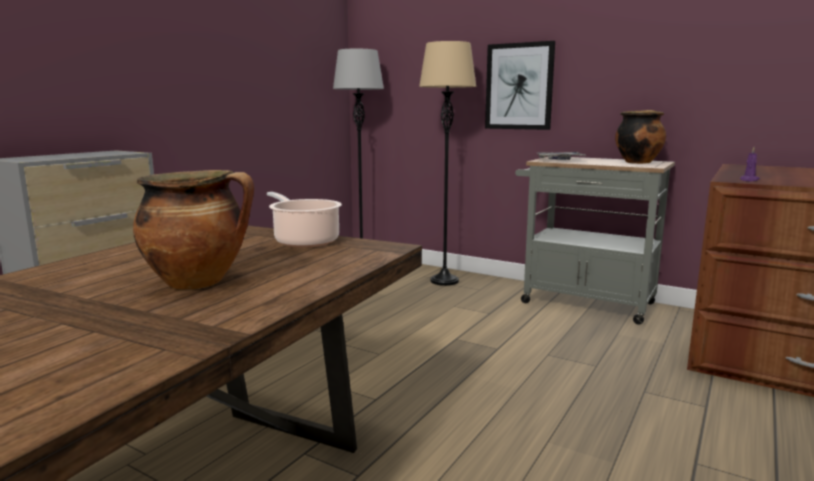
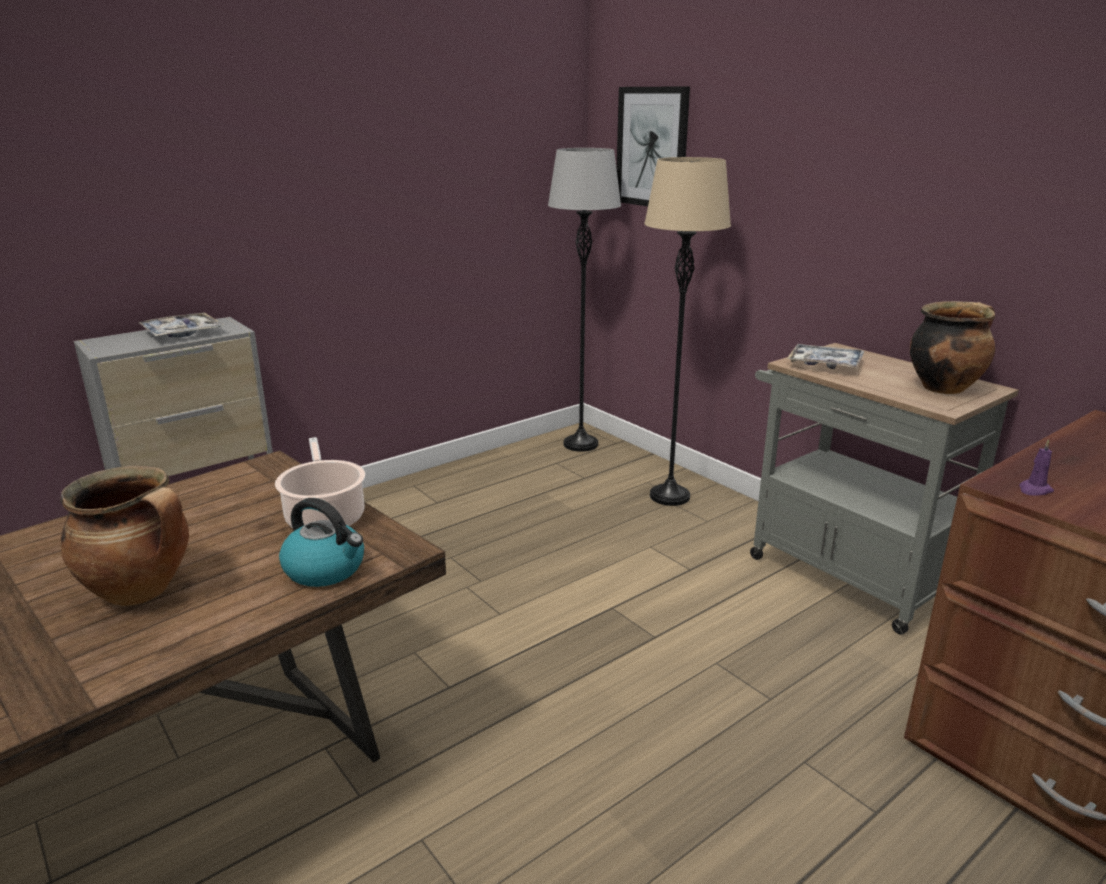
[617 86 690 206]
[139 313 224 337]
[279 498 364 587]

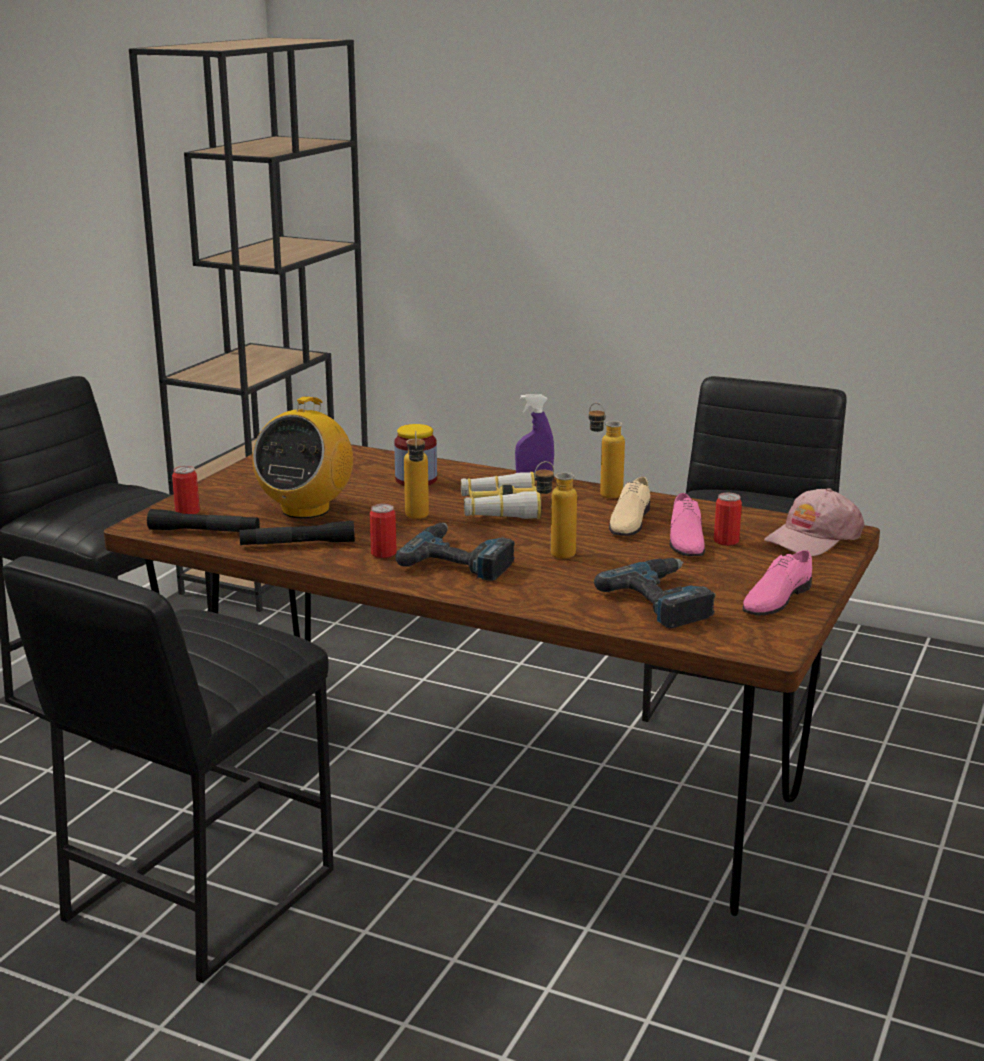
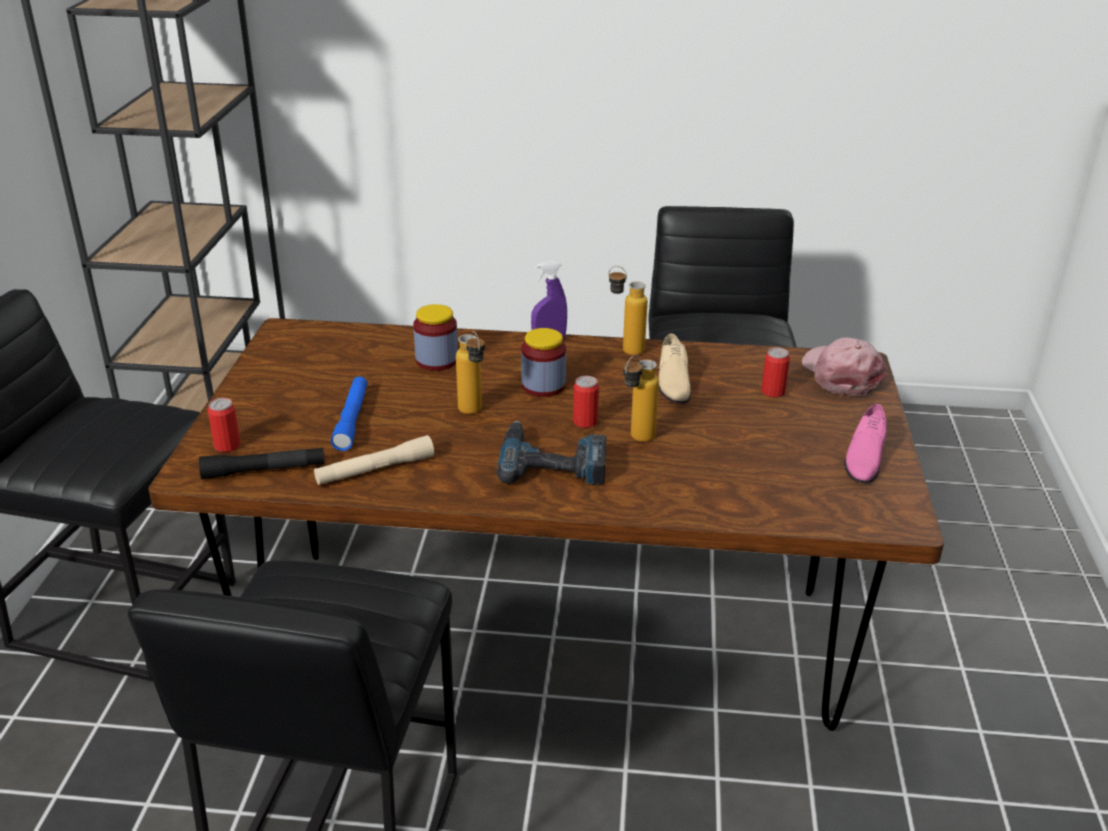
[331 376 368 451]
[521 328 566 397]
[802 337 887 396]
[670 493 705 556] (first image)
[573 376 599 428]
[314 435 434 485]
[594 558 716 628] (first image)

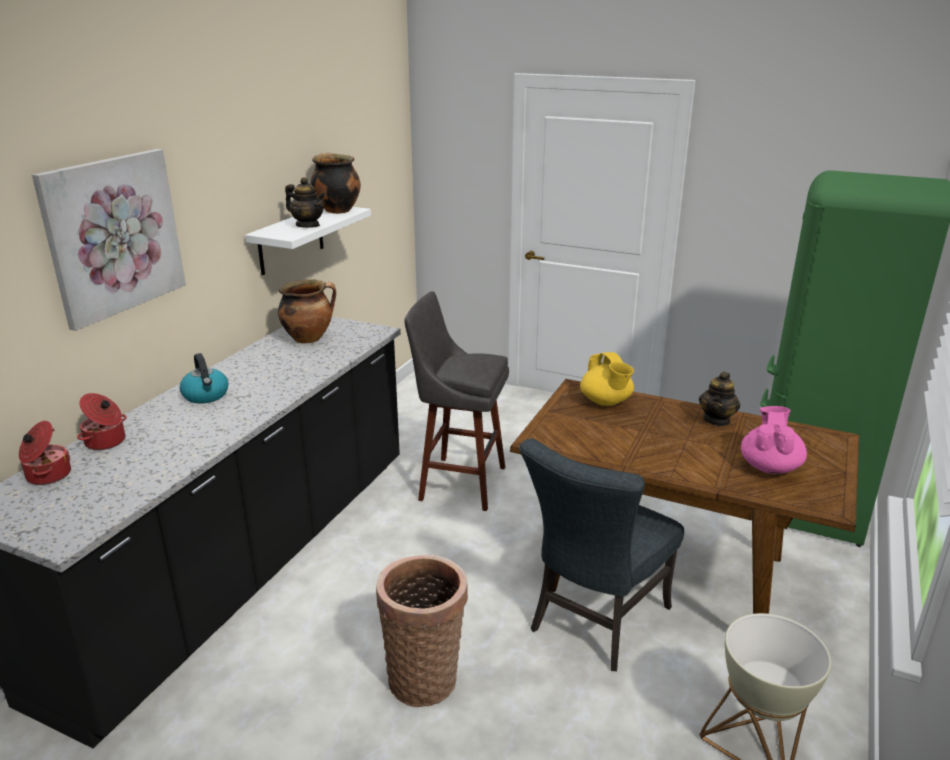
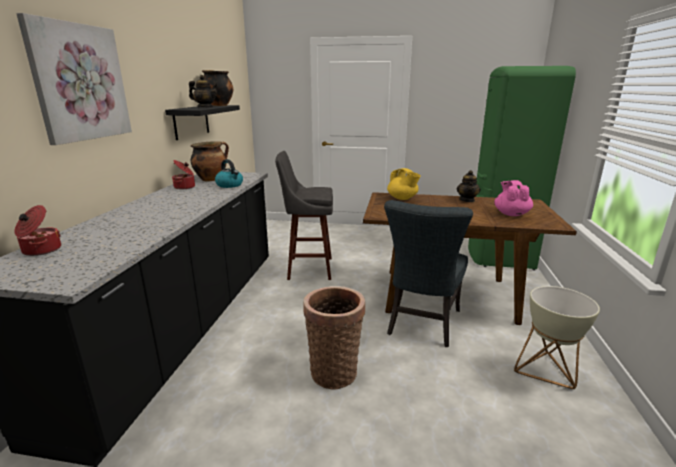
[165 105 240 140]
[215 159 243 188]
[172 160 195 189]

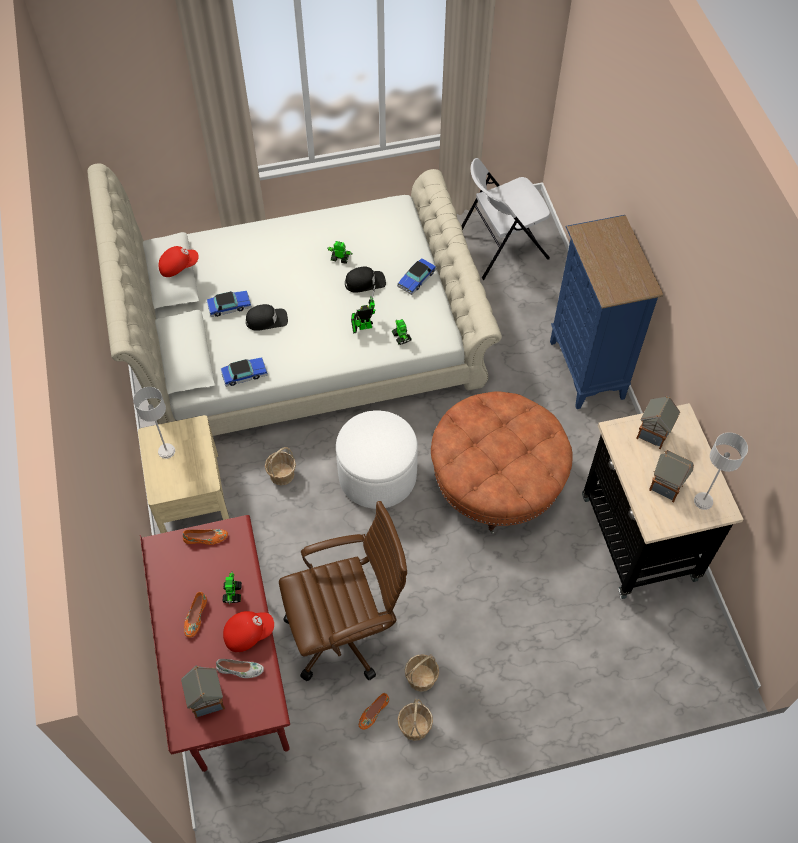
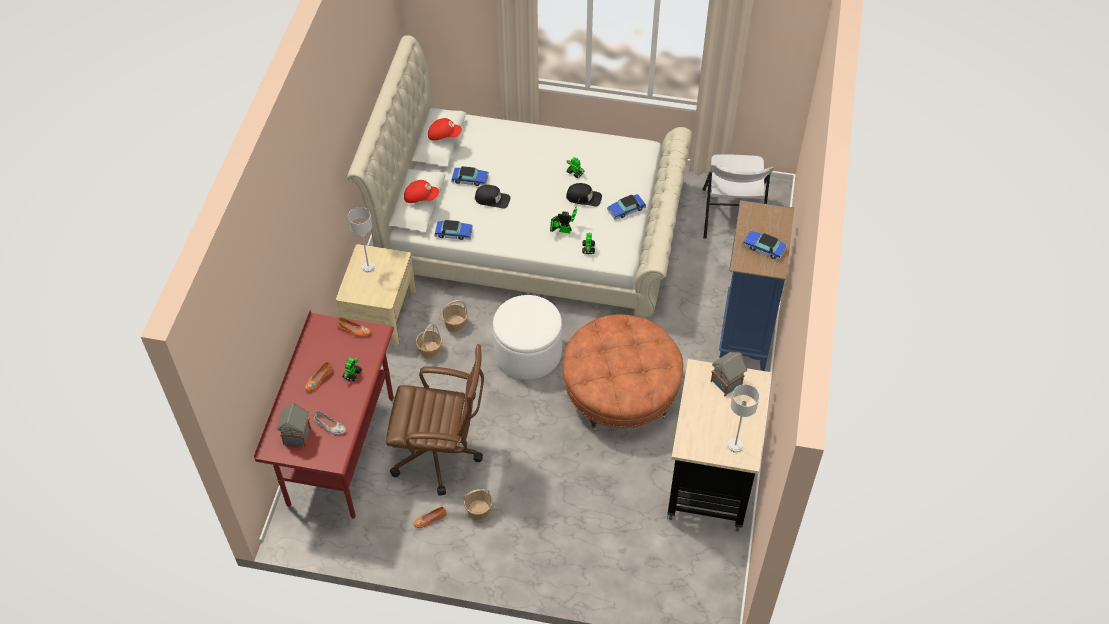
[702 154 774 238]
[649 450 694 502] (first image)
[404 180 439 203]
[416 324 442 360]
[743 231 787 260]

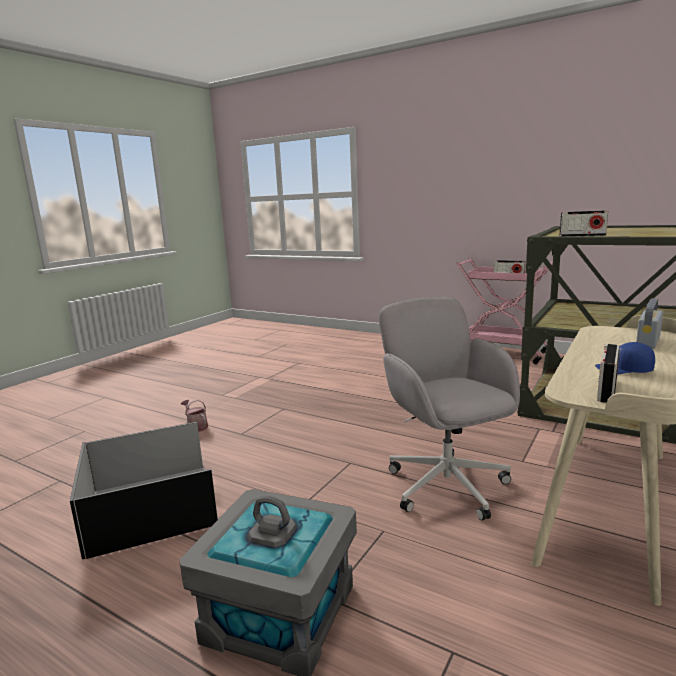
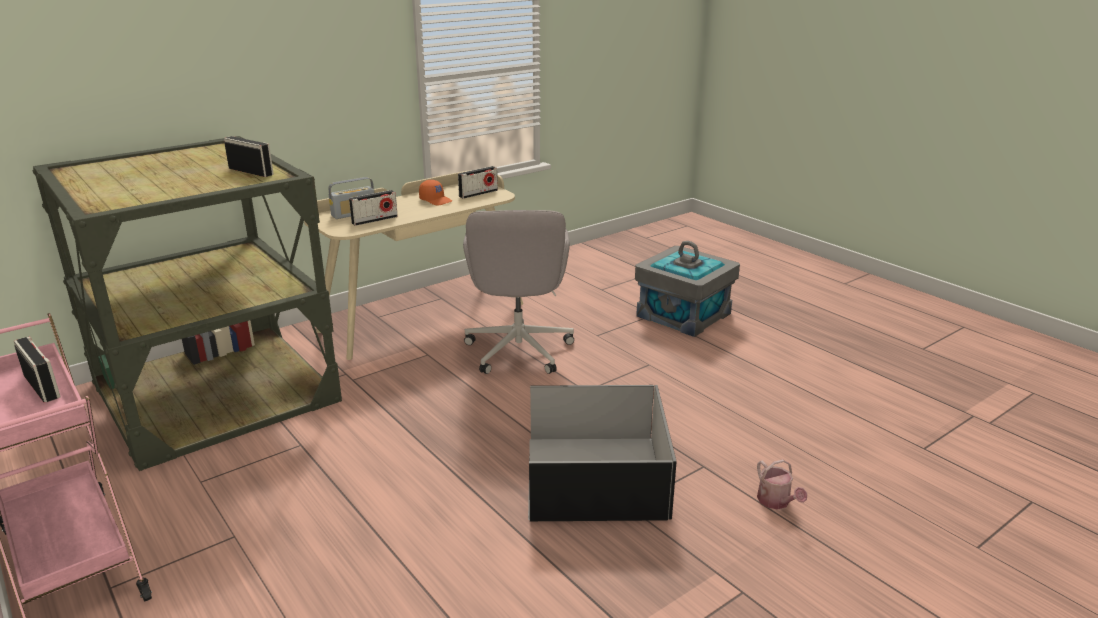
[419 180 452 205]
[528 385 677 521]
[349 190 398 226]

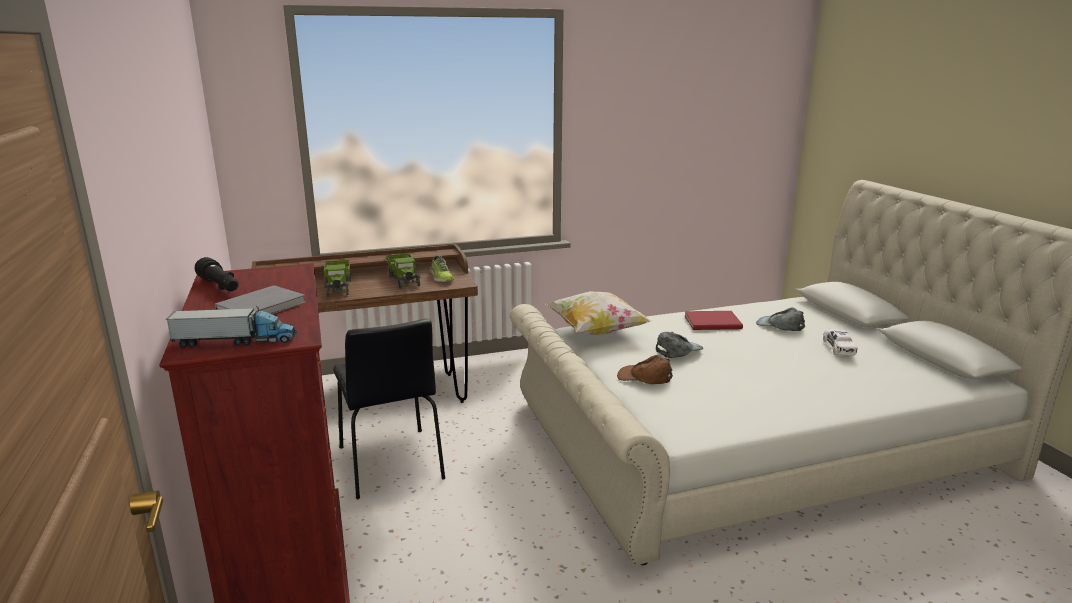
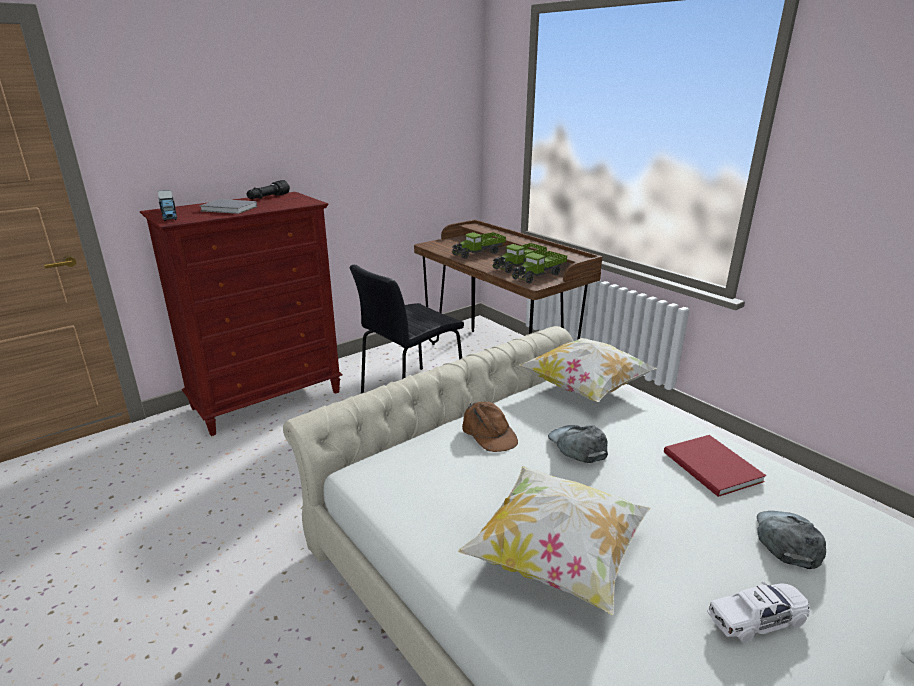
[512 251 567 284]
[548 425 608 463]
[462 402 518 452]
[458 466 651 615]

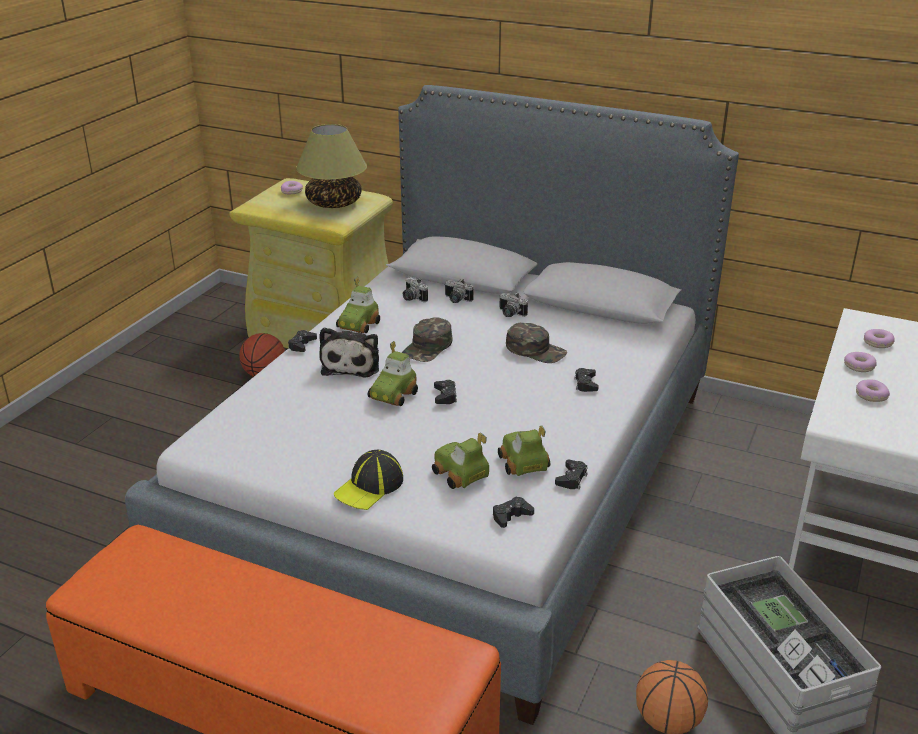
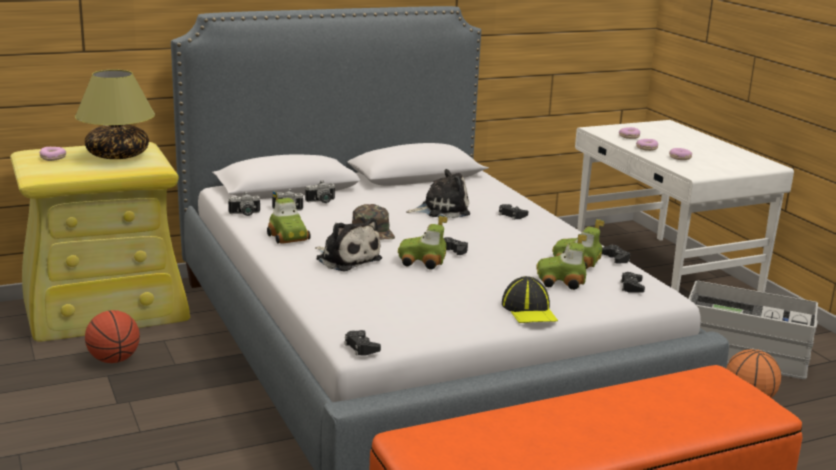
[228 192 260 216]
[407 169 470 218]
[344 330 381 356]
[398 216 448 269]

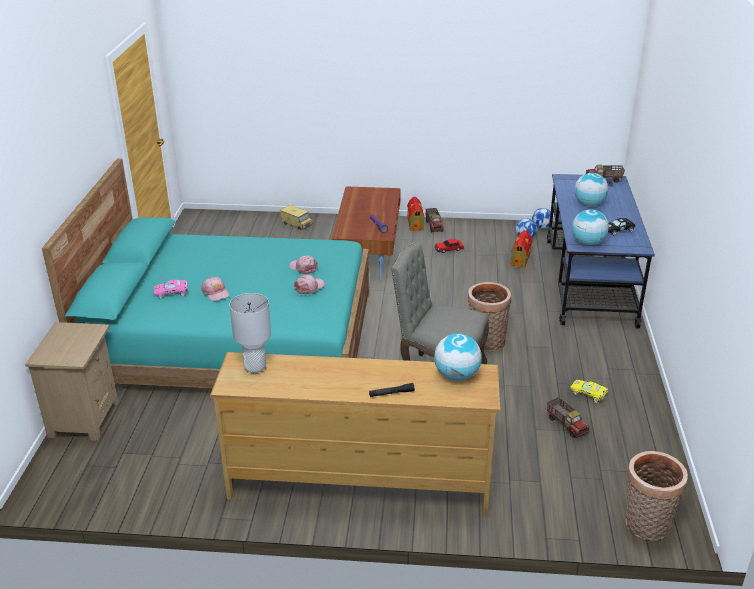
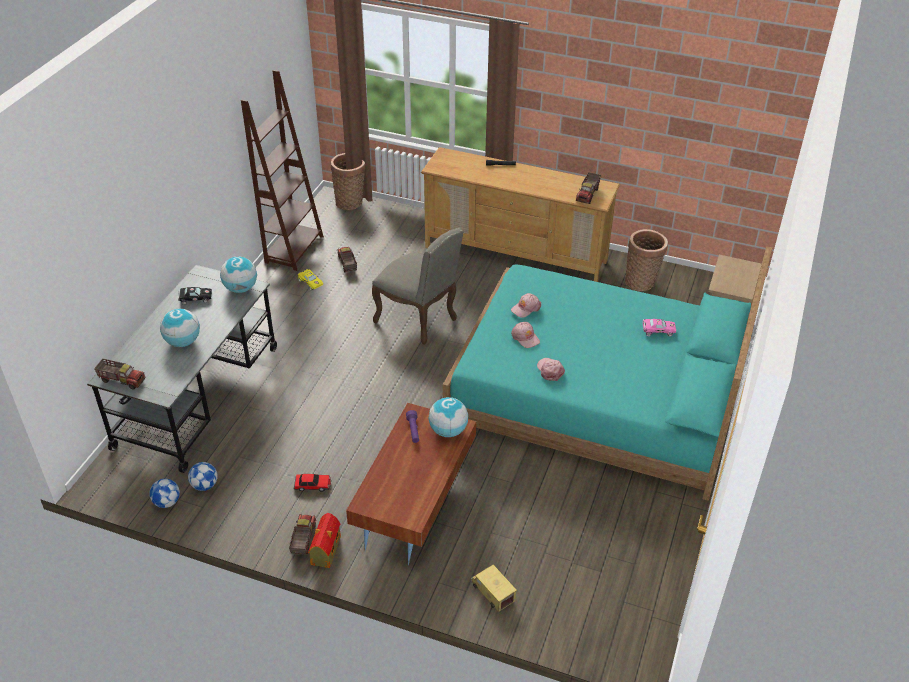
[87 265 277 473]
[510 230 532 268] (first image)
[537 358 565 381]
[625 229 668 291]
[576 172 601 204]
[428 397 468 437]
[241 70 324 271]

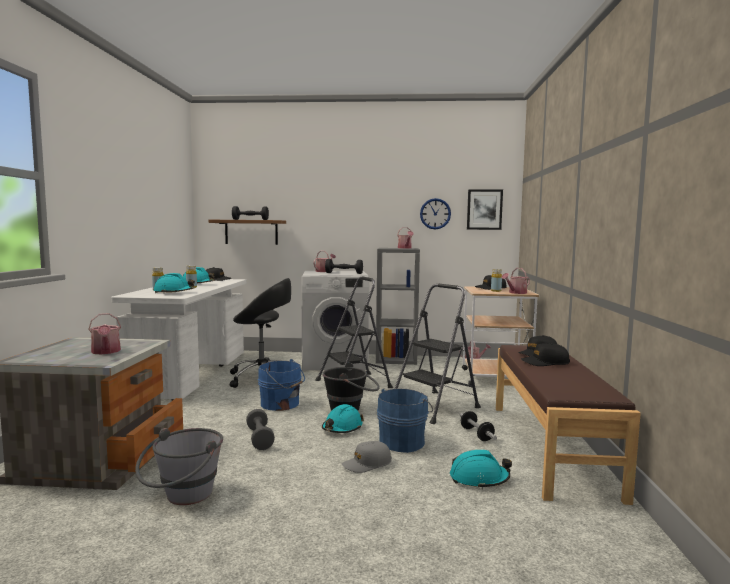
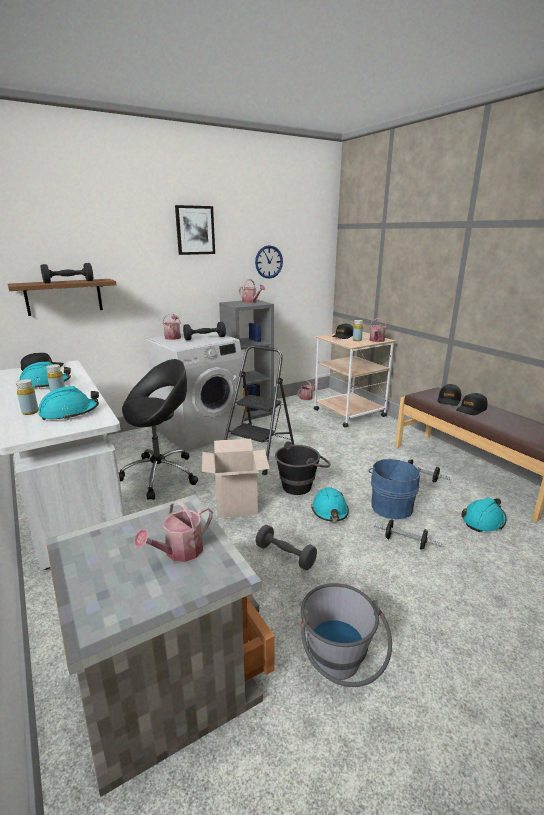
[175 205 215 255]
[395 284 481 424] (first image)
[134 500 213 562]
[202 439 270 518]
[374 520 441 550]

